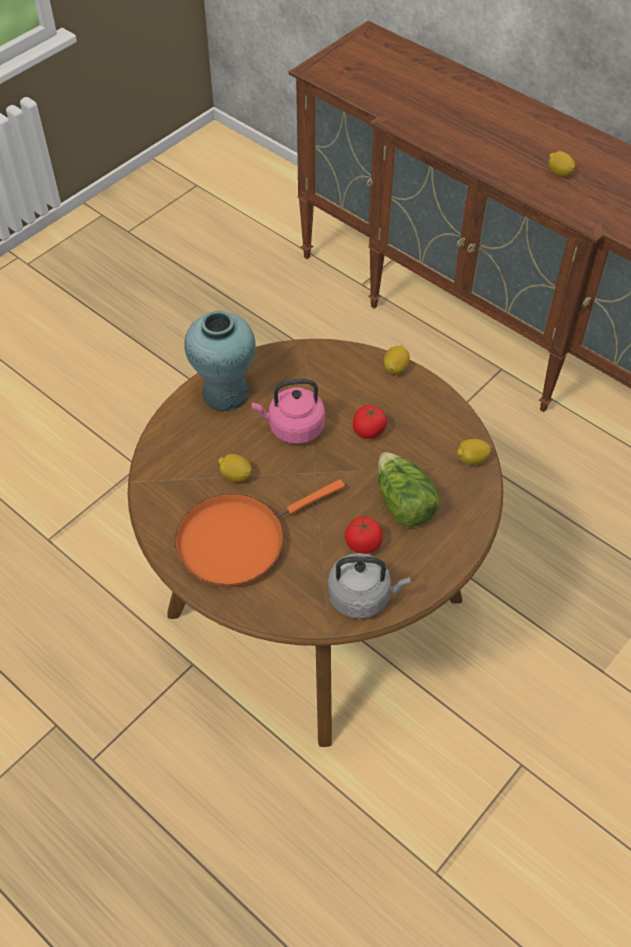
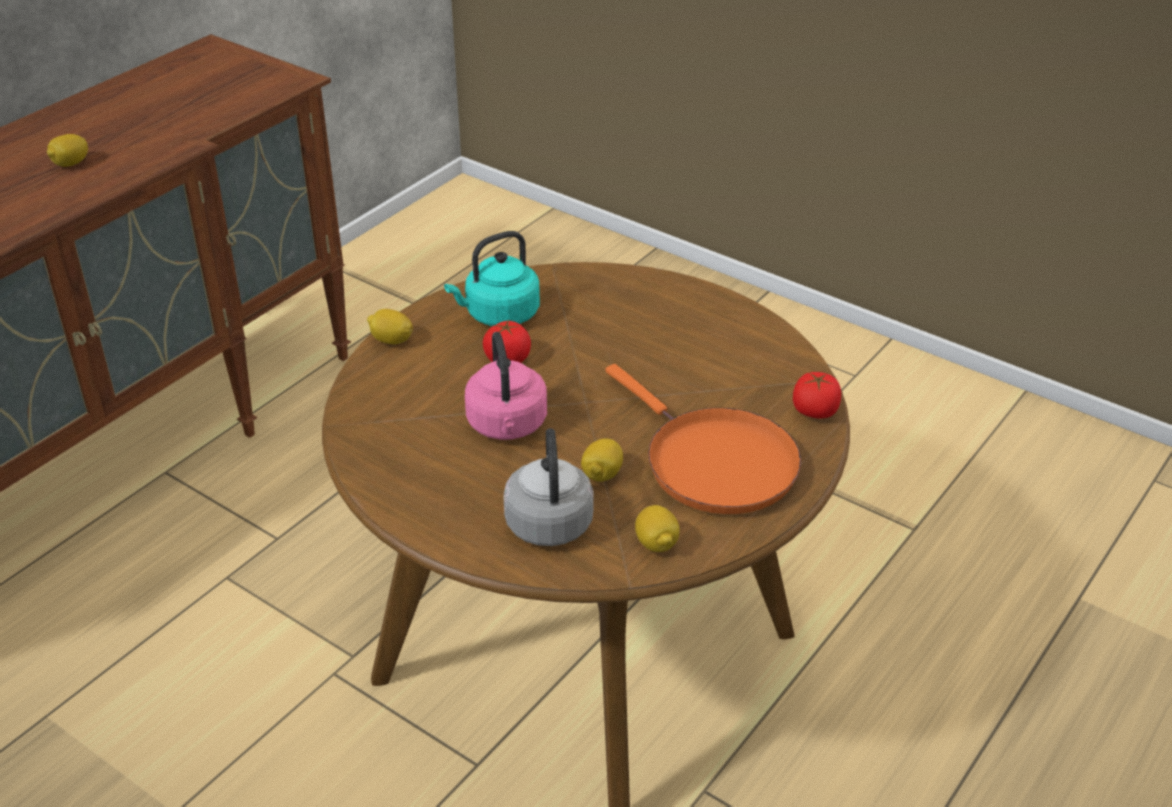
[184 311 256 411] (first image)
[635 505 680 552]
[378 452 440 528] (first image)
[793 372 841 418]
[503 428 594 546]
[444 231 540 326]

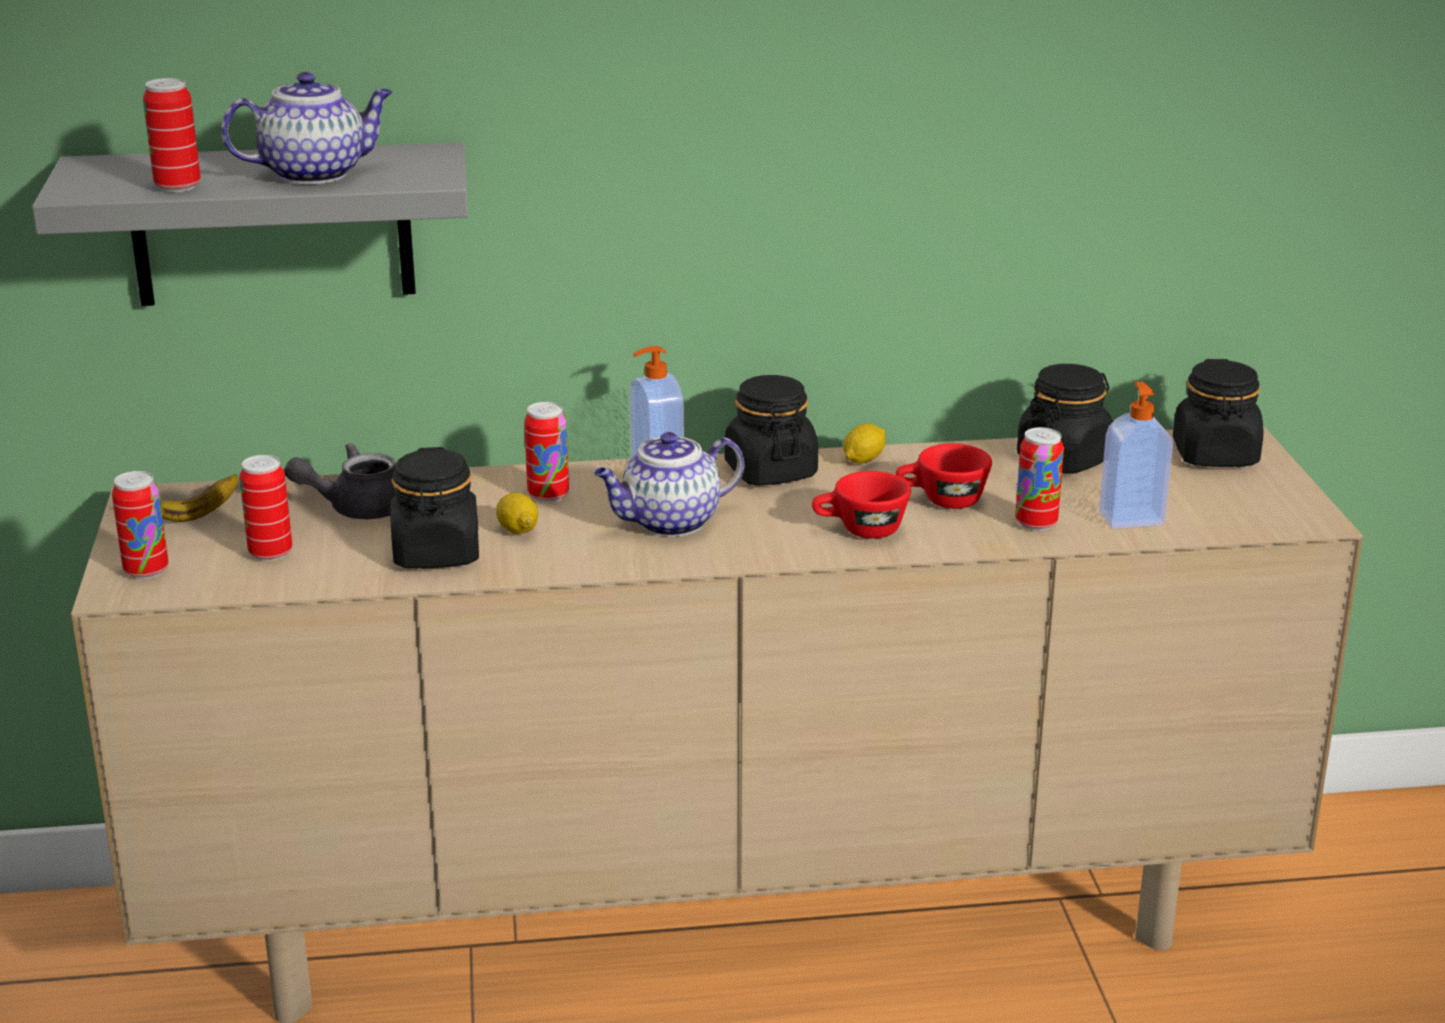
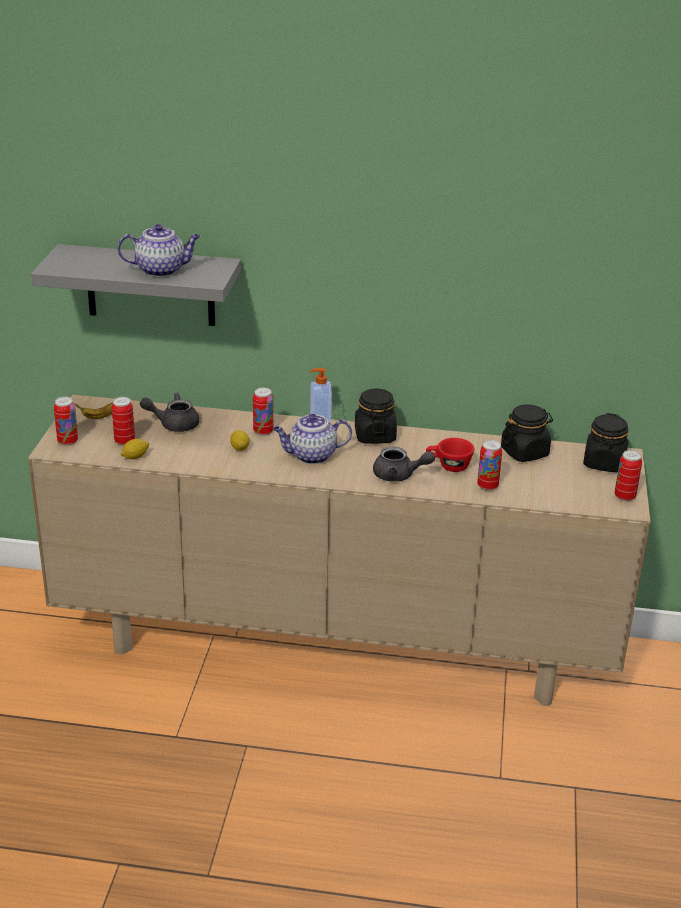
[614 450 642 501]
[1099 382 1173 529] (first image)
[120 439 149 459]
[390 447 479 568] (first image)
[373 447 435 482]

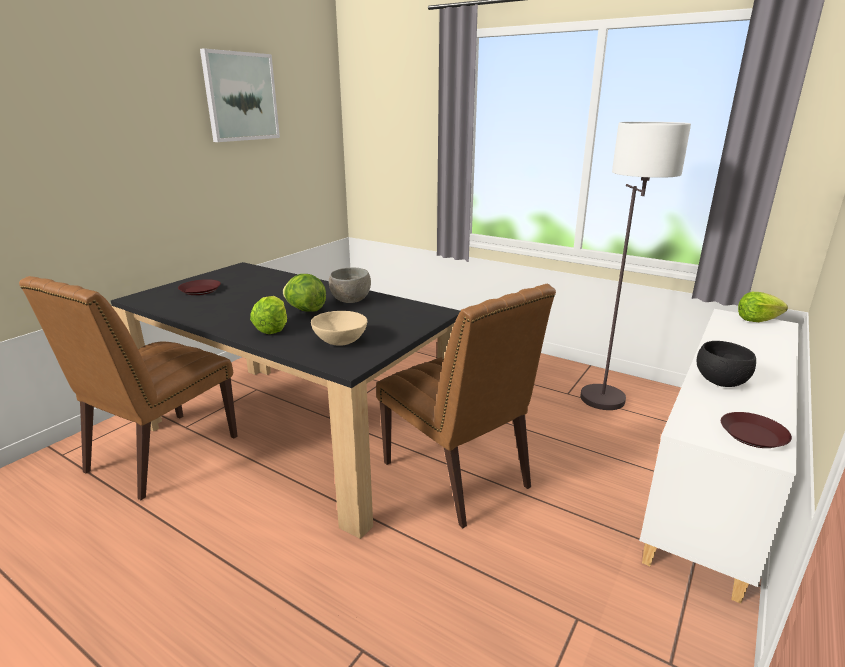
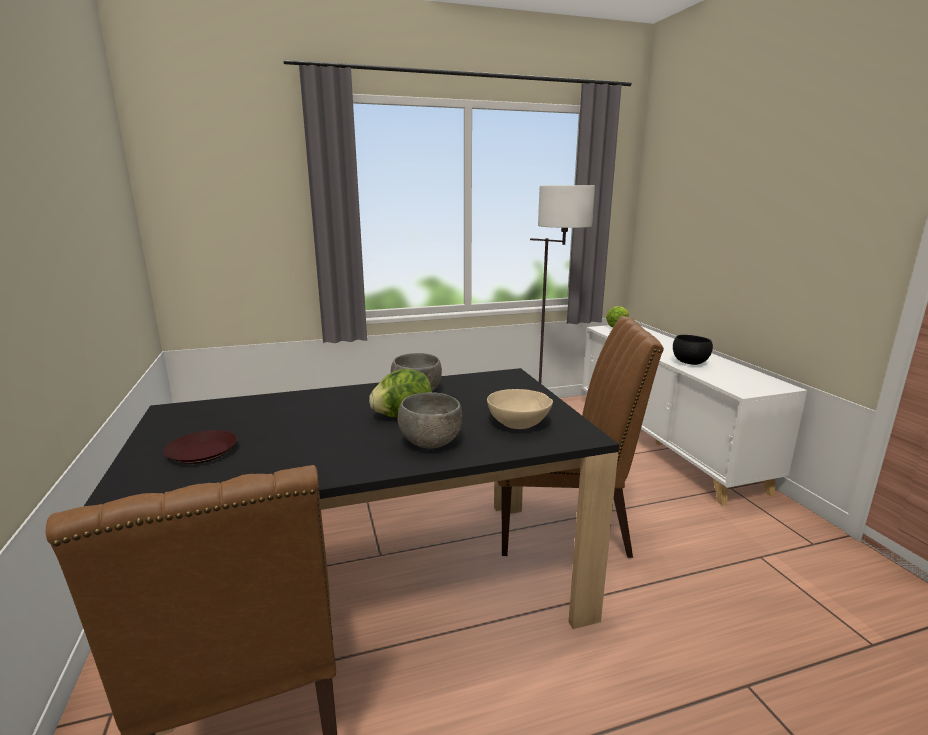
[200 48 280 142] (first image)
[398 392 462 448]
[721 412 792 448] (first image)

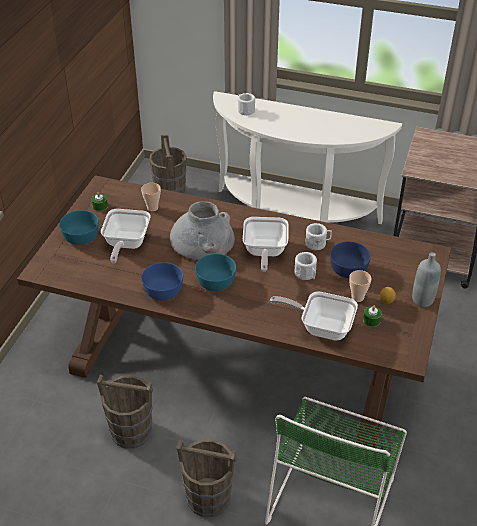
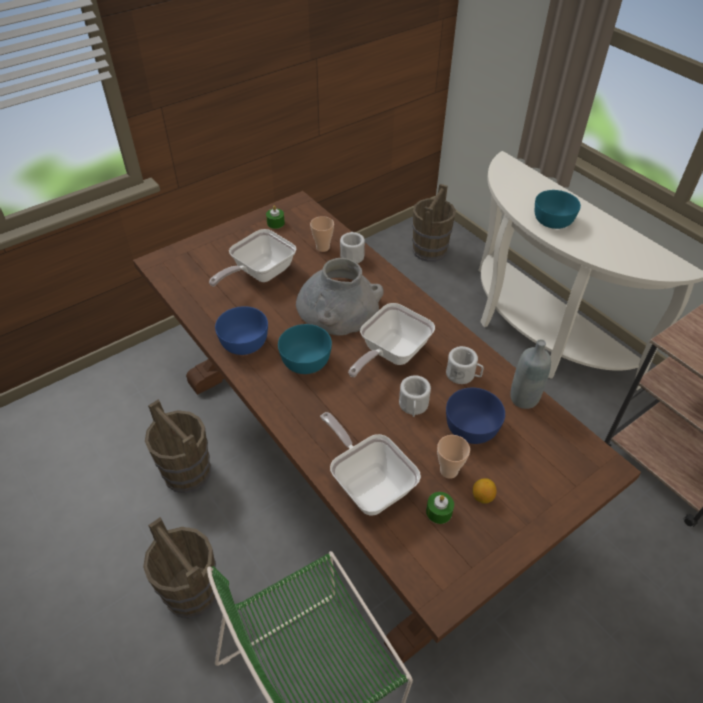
[340 232 365 263]
[535 190 581 229]
[510 340 551 409]

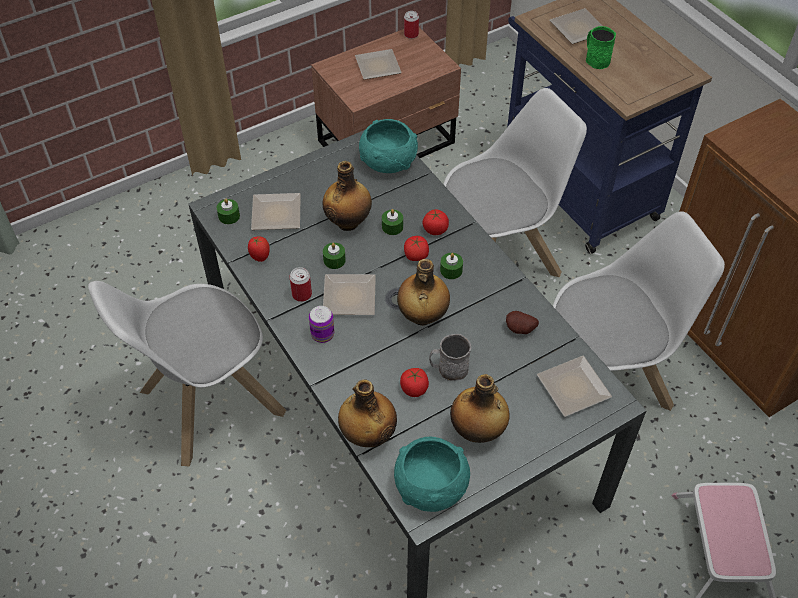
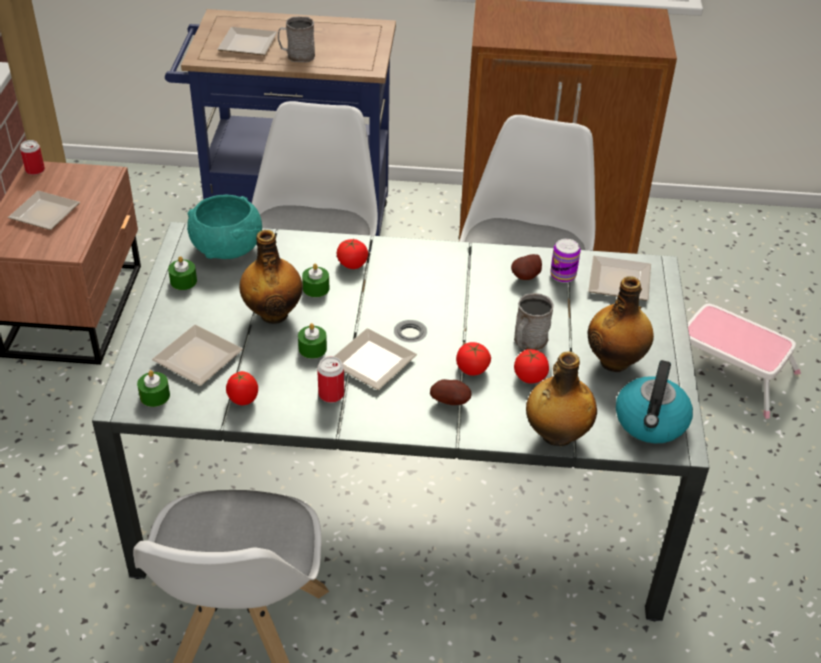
[278 17 315 63]
[456 342 491 376]
[168 256 197 290]
[397 259 450 326] (first image)
[550 239 581 283]
[616 360 693 443]
[430 379 471 405]

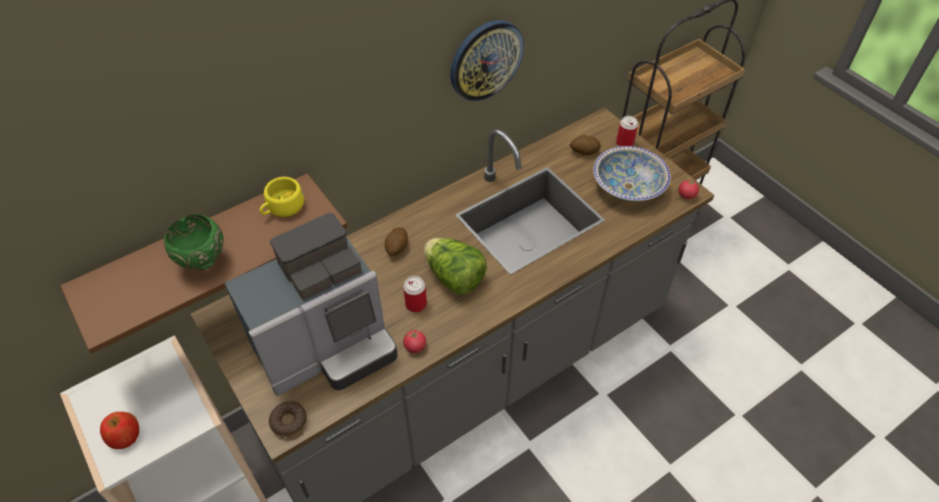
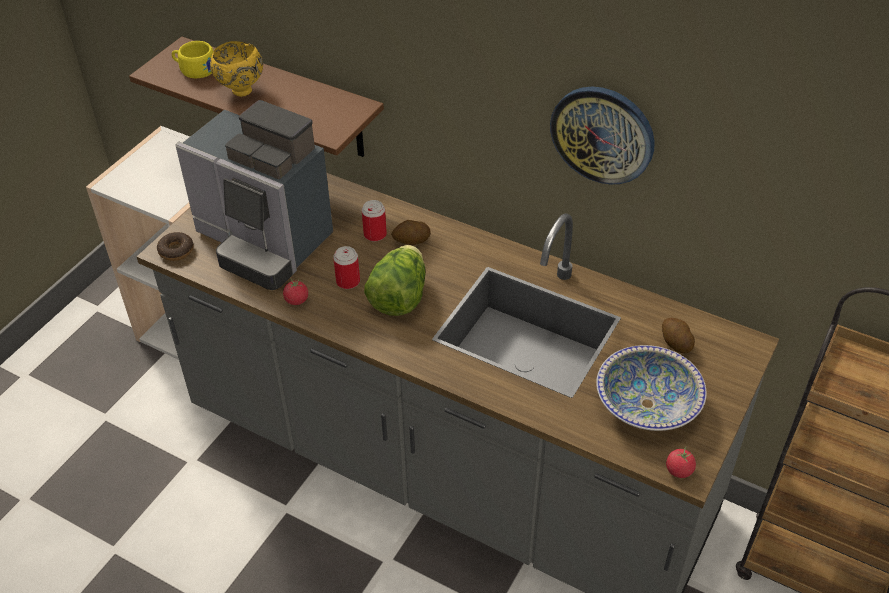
[362 200 387 242]
[172 41 213 78]
[210 41 263 97]
[100 412 139 449] (first image)

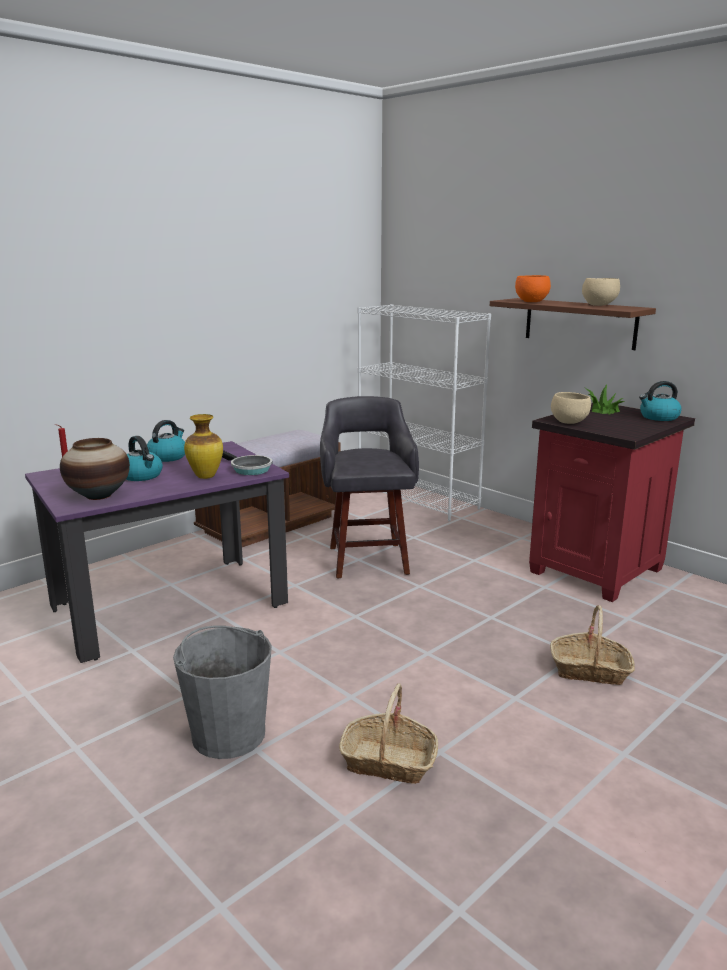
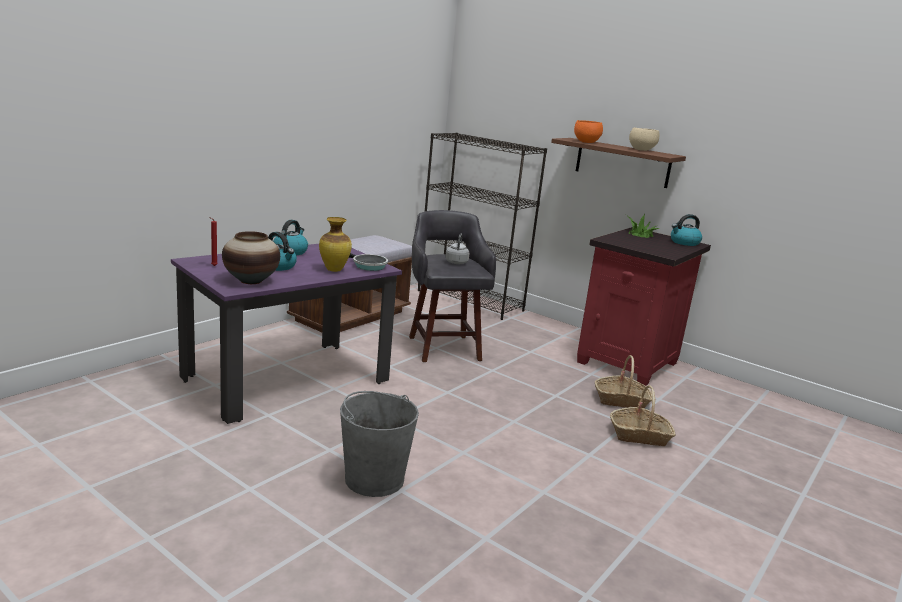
[418 133 547 320]
[551 392 591 424] (first image)
[595 355 652 409]
[445 234 469 264]

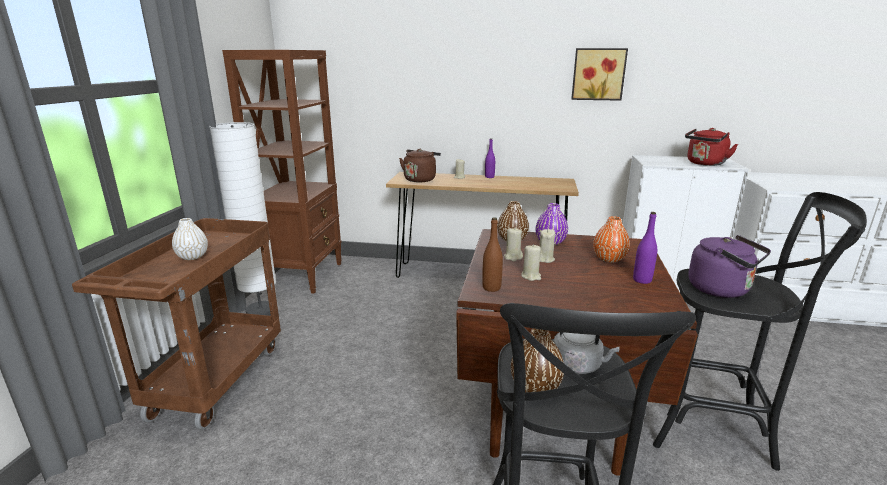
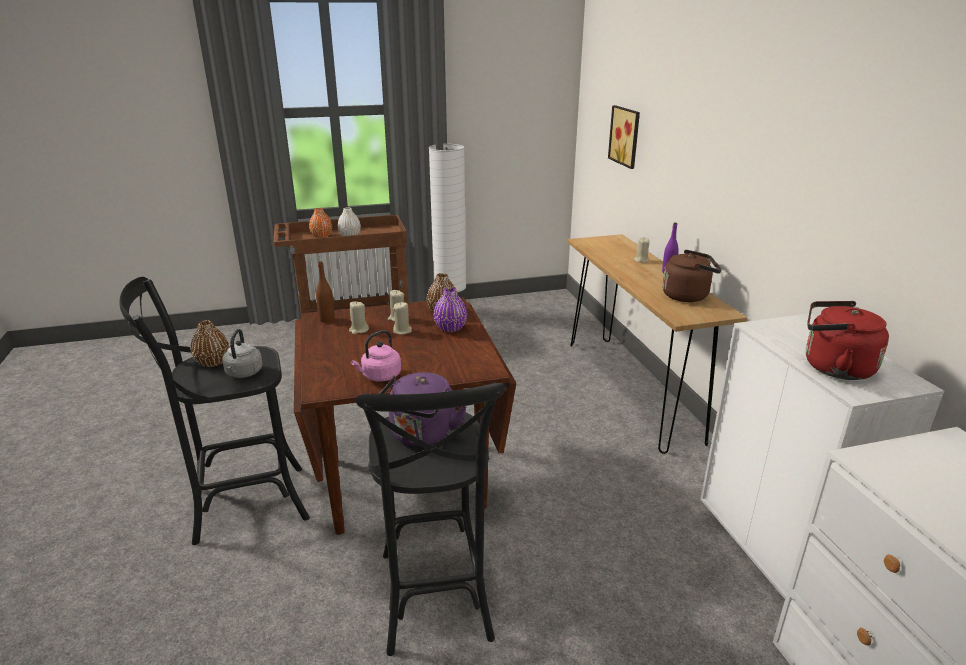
[608 105 640 169]
[222 50 342 294] (first image)
[662 250 722 302]
[351 330 401 382]
[309 208 332 238]

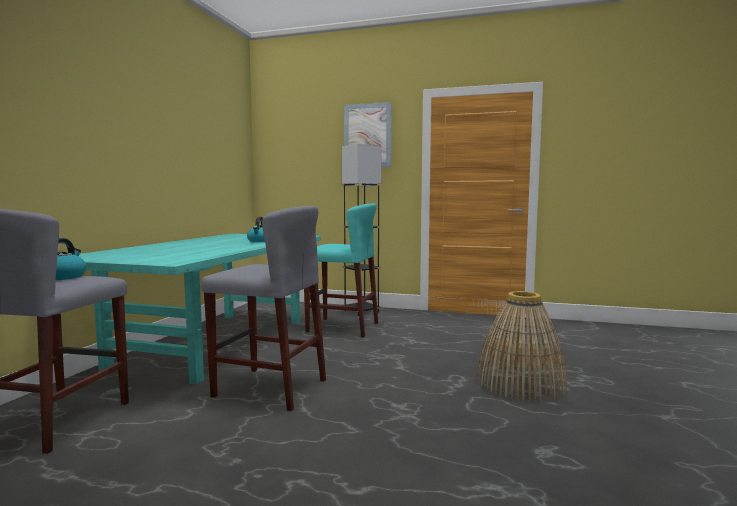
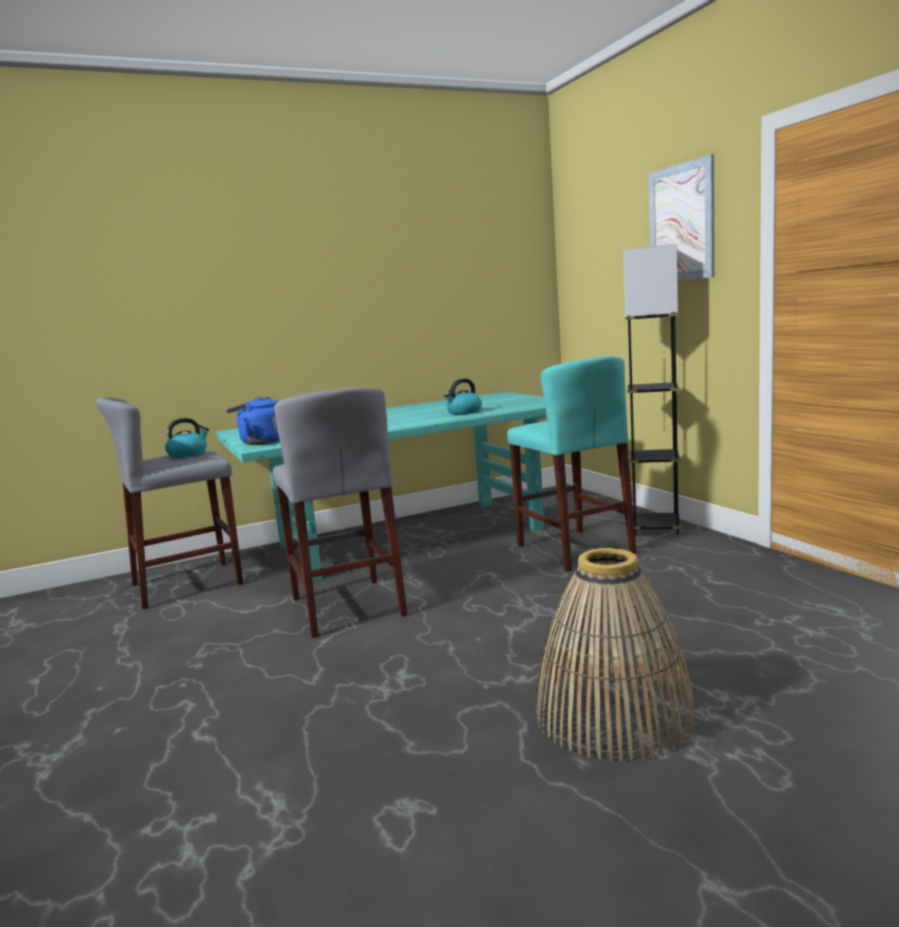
[226 396 280 445]

